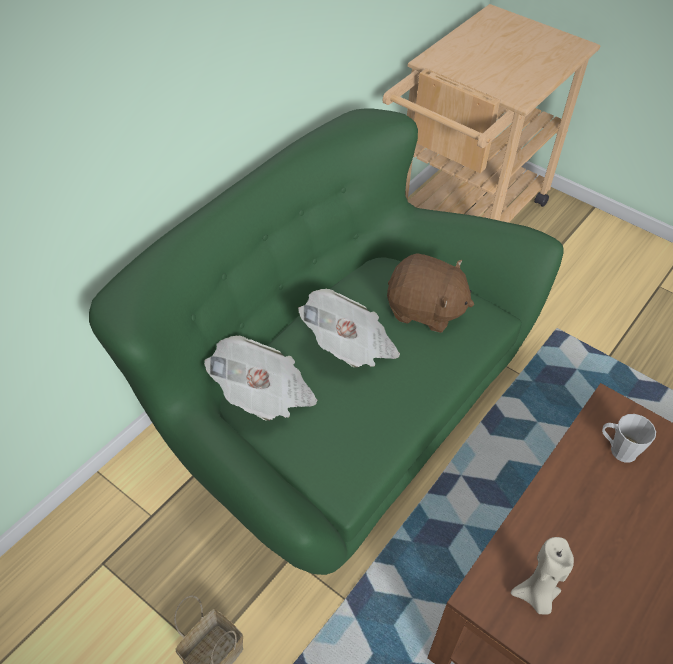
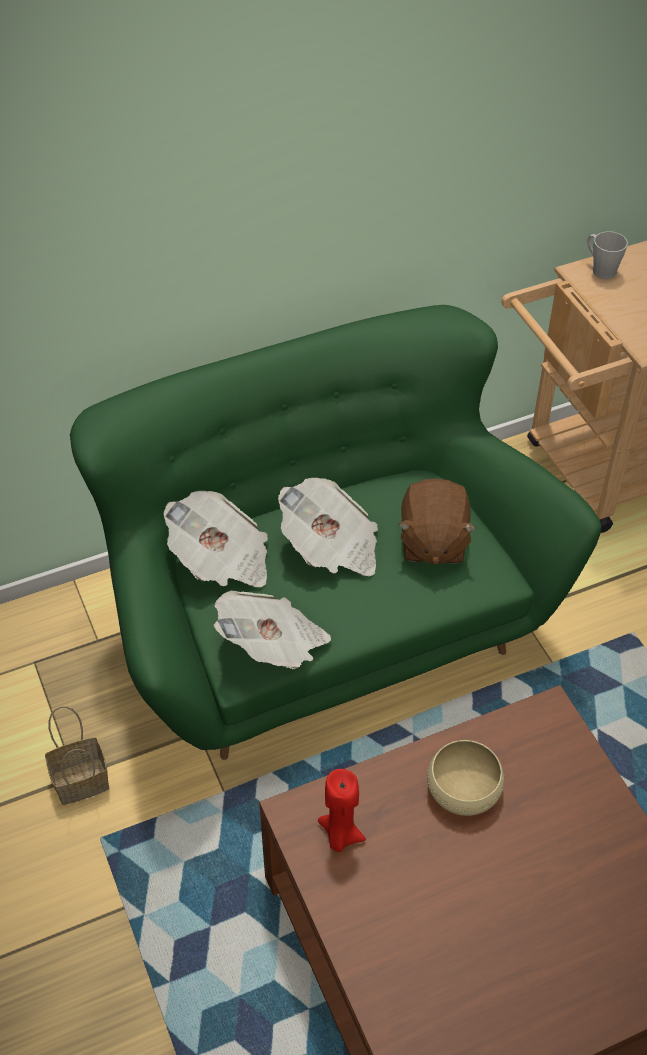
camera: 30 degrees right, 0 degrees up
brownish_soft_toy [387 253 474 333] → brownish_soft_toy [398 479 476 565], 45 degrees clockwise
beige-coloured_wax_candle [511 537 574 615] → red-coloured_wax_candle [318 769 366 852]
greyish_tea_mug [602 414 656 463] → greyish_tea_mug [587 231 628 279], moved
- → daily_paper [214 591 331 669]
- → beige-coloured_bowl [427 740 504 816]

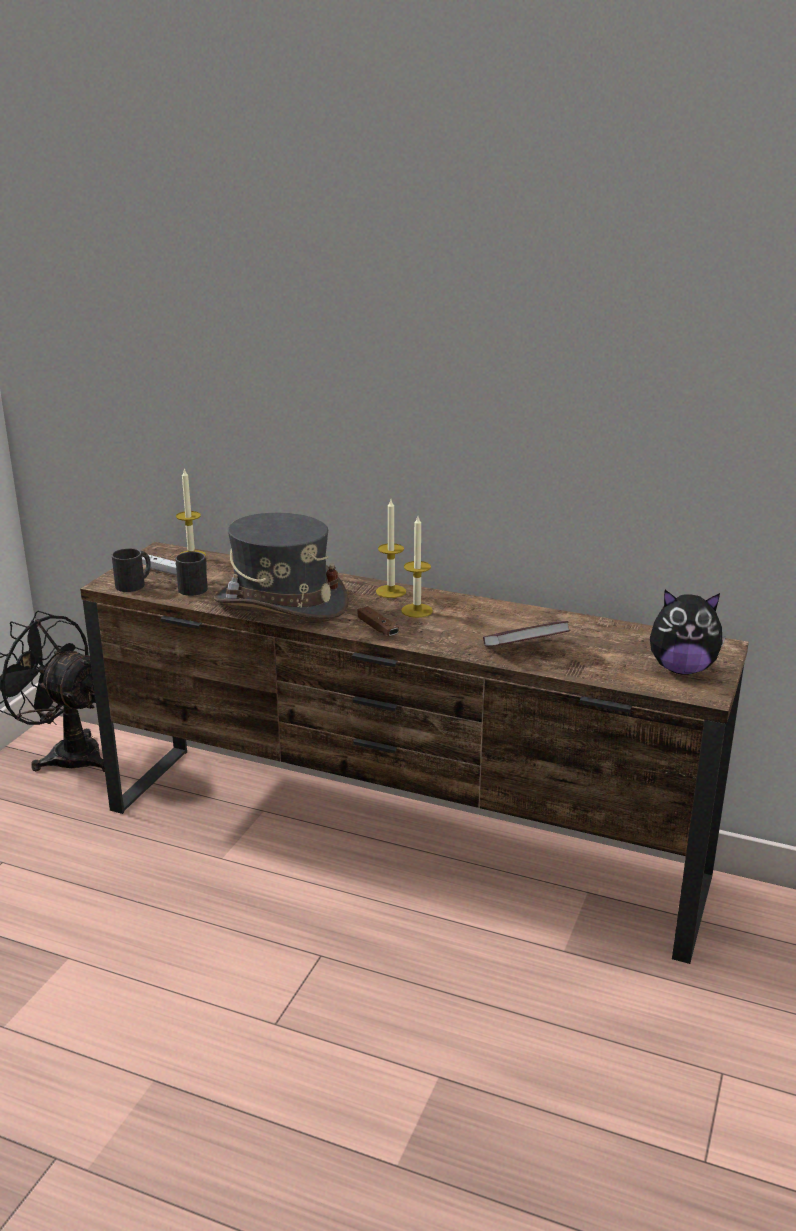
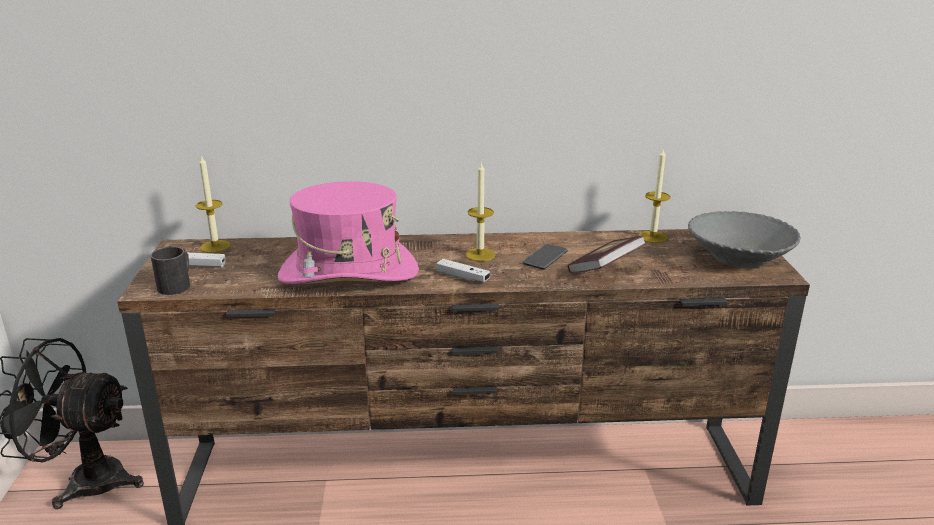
camera: 25 degrees left, 0 degrees up
black-coloured_tea_mug [175 552 208 596] → -
greyish_clothing_hat [214 513 349 619] → pinkish_clothing_hat [278 181 419 284]
brownish_gamepad [357 606 399 636] → white-coloured_gamepad [436 259 490 282]
wax_candle [376 500 406 598] → wax_candle [639 149 670 243], moved
soft_toy [650 590 726 675] → greyish_bowl [688 211 801 267]
- → phone [523 244 568 269]

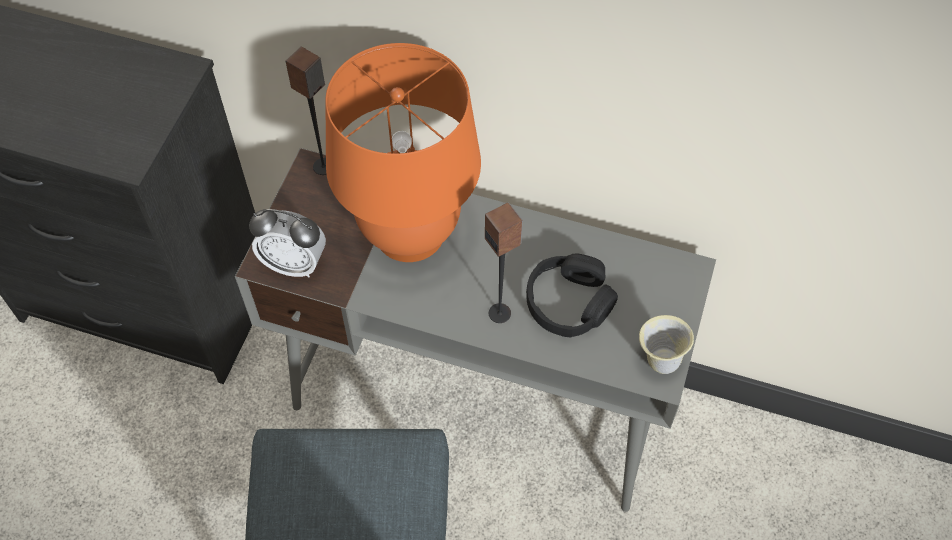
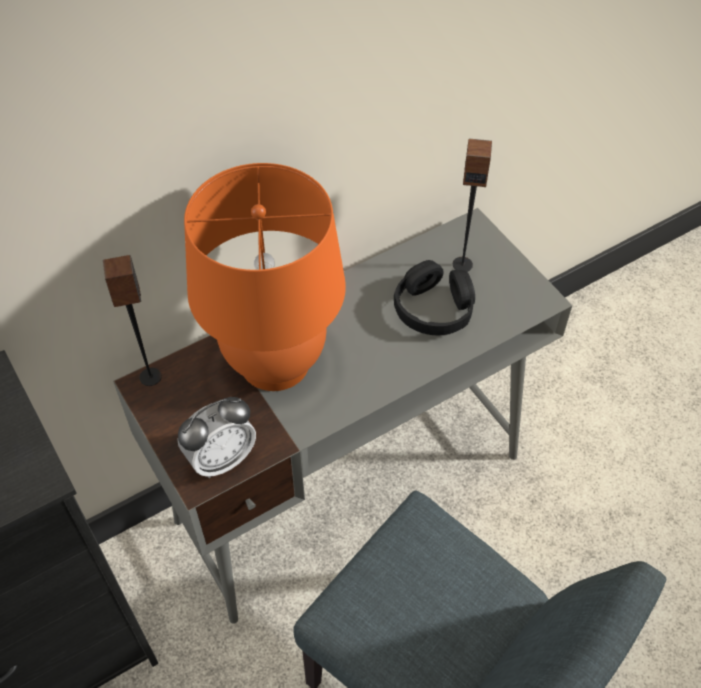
camera: 50 degrees left, 5 degrees down
speaker [485 202 523 323] → speaker [453 139 492 272], moved
beige-coloured_tea_mug [639 315 694 374] → -

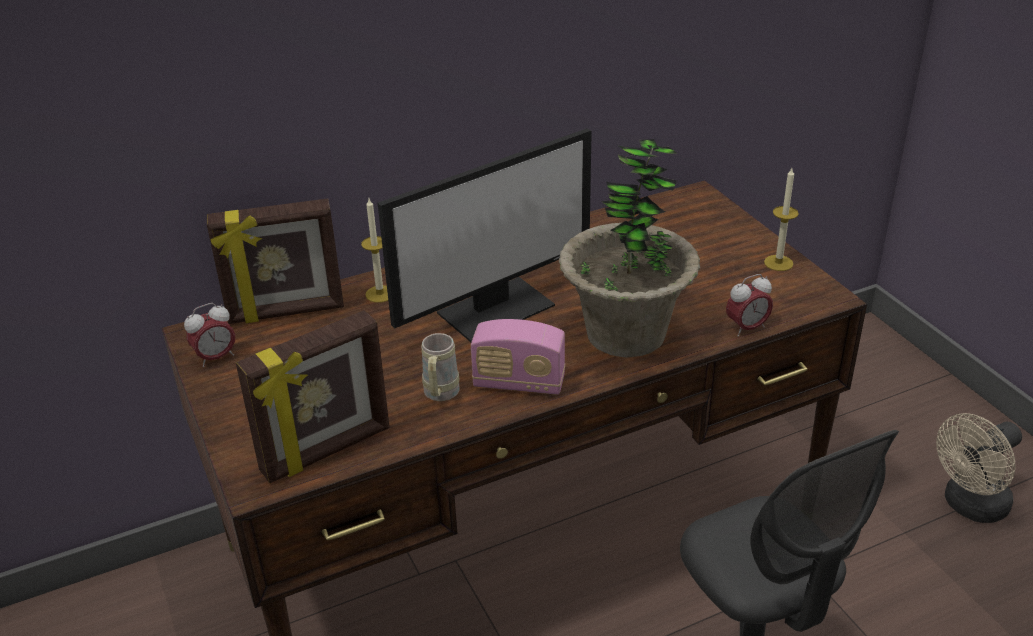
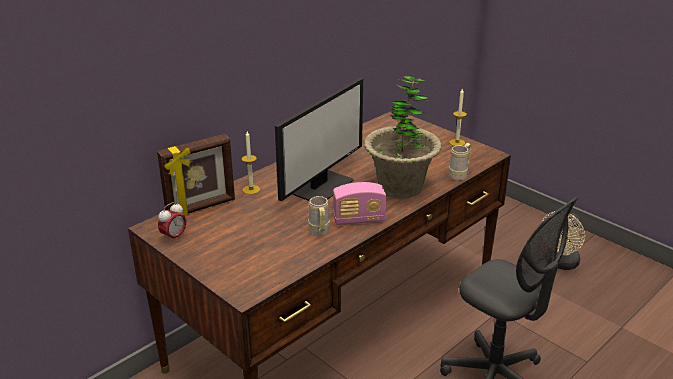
camera: 20 degrees left, 5 degrees down
photo_frame [236 310 390 483] → -
table_clock [726 274 773 336] → beige-coloured_tea_mug [448 143 471 181]

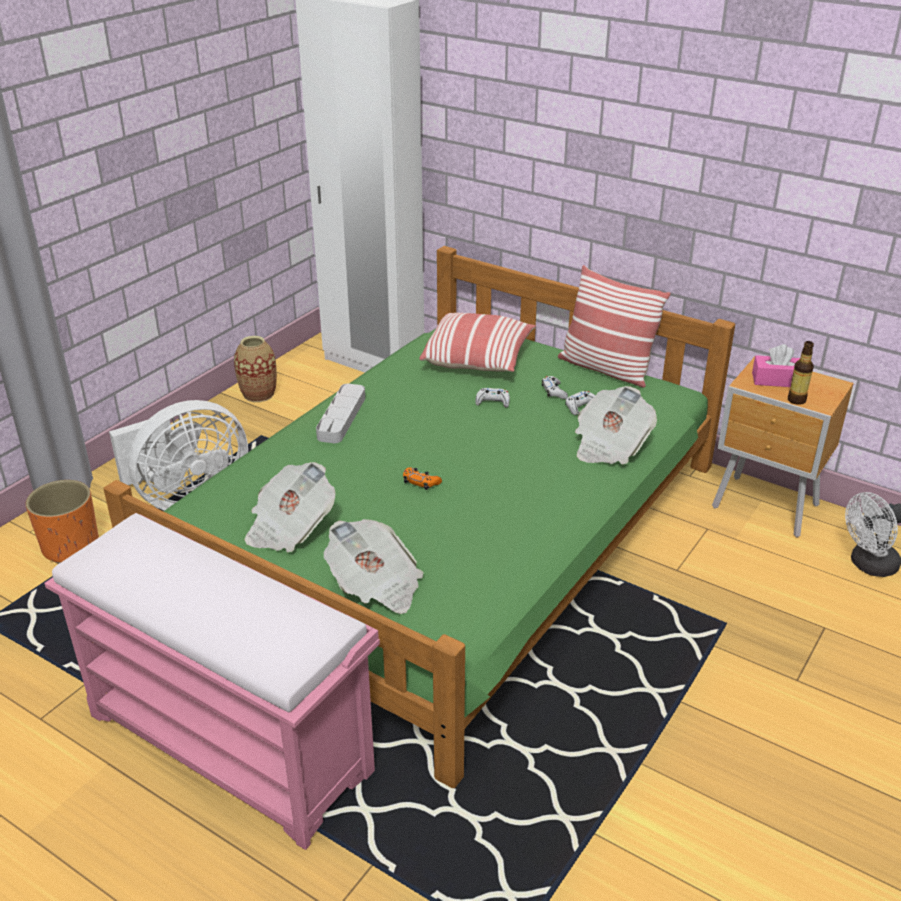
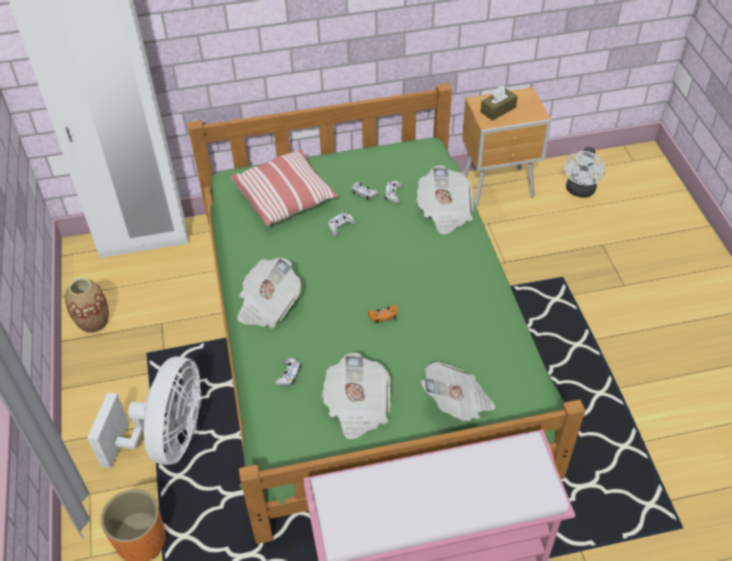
camera: 45 degrees left, 15 degrees up
greyish_serving_tray [316 384 365 443] → daily_paper [237 258 301 328]
cushion [558 265 671 388] → -
pinkish_tissue_box [752 344 800 387] → brownish_tissue_box [480 86 518 121]
bottle [788 341 814 405] → -
- → white-coloured_gamepad [275 358 301 385]

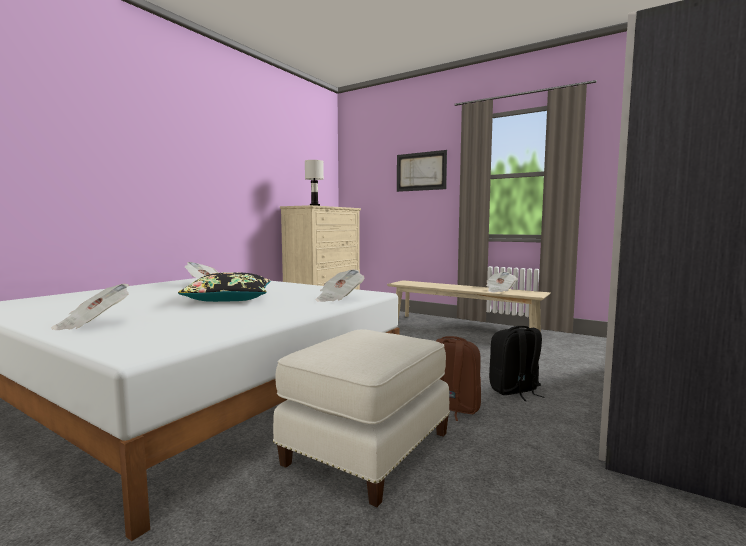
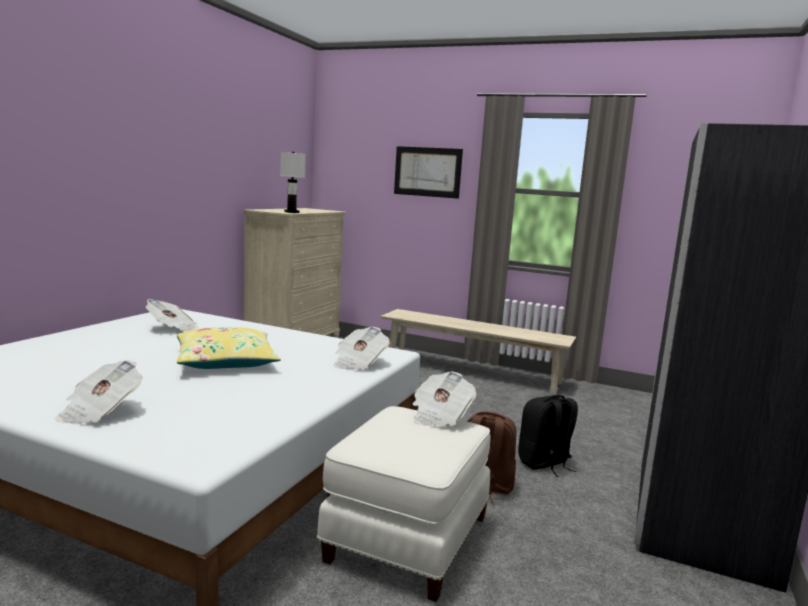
camera: 10 degrees left, 5 degrees up
black-coloured_cushion [178 272 271 302] → yellowish_cushion [177 327 281 369]
daily_paper [486 272 517 292] → daily_paper [413 372 476 426], moved

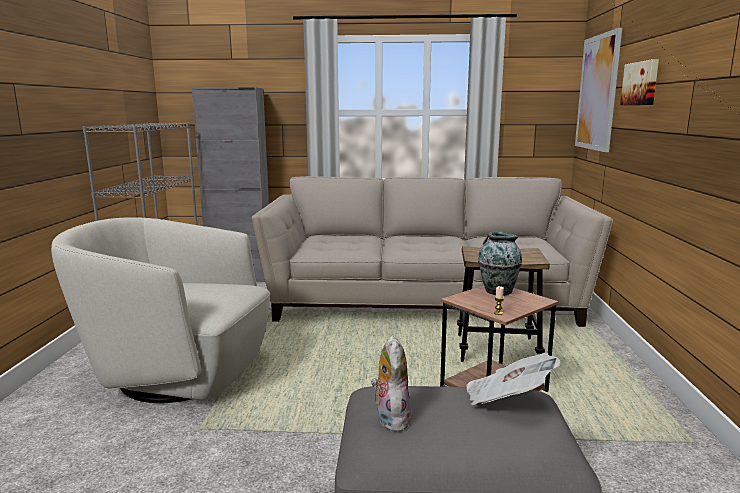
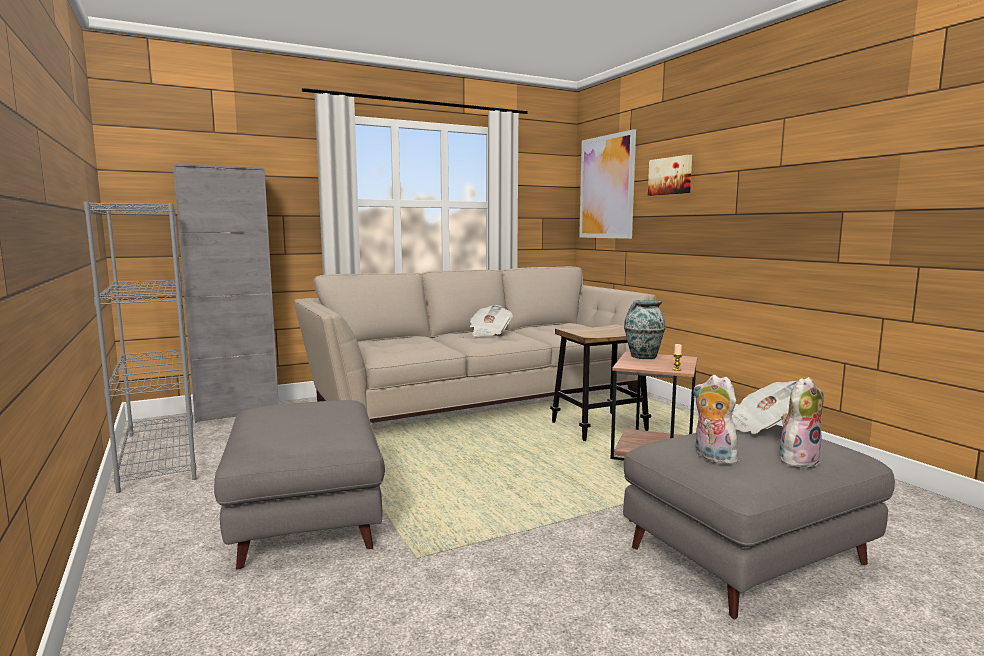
camera: 30 degrees left, 5 degrees down
beige-coloured_lounge_chair [51 217 270 403] → greyish_ottoman [214 400 385 570]
- → daily_paper [470 305 513 337]
- → soft_toy [779 377 824 467]

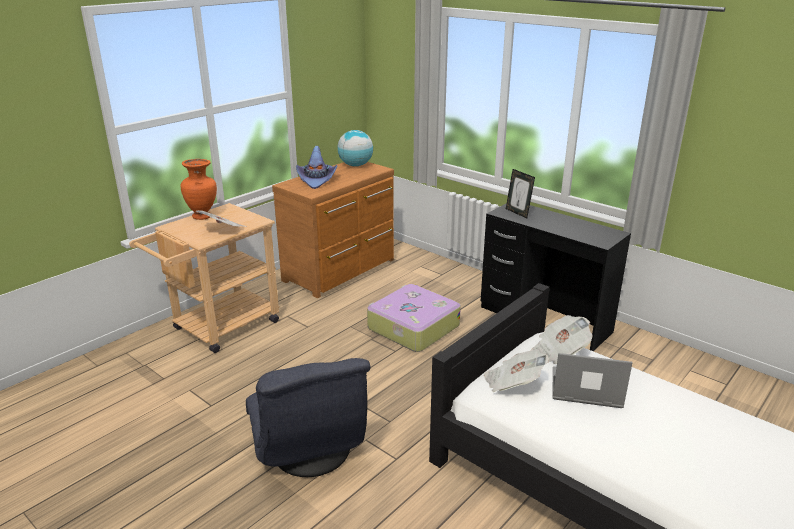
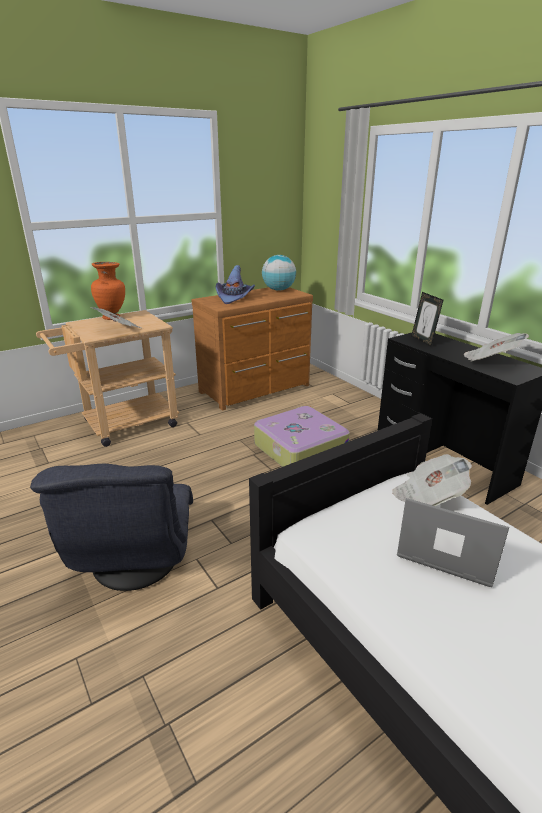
camera: 15 degrees right, 0 degrees up
daily_paper [484 349 549 392] → daily_paper [464 333 529 362], moved

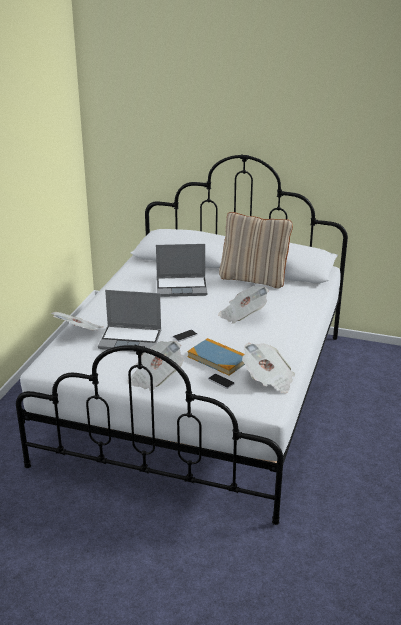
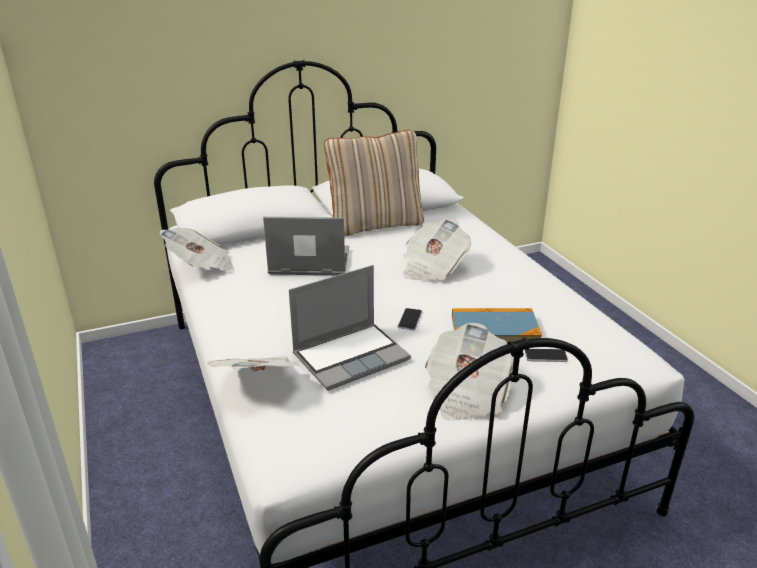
camera: 40 degrees left, 0 degrees up
laptop [156 244 207 297] → laptop [263 217 349 275], 135 degrees counterclockwise
daily_paper [242 343 295 393] → daily_paper [159 228 235 271], moved

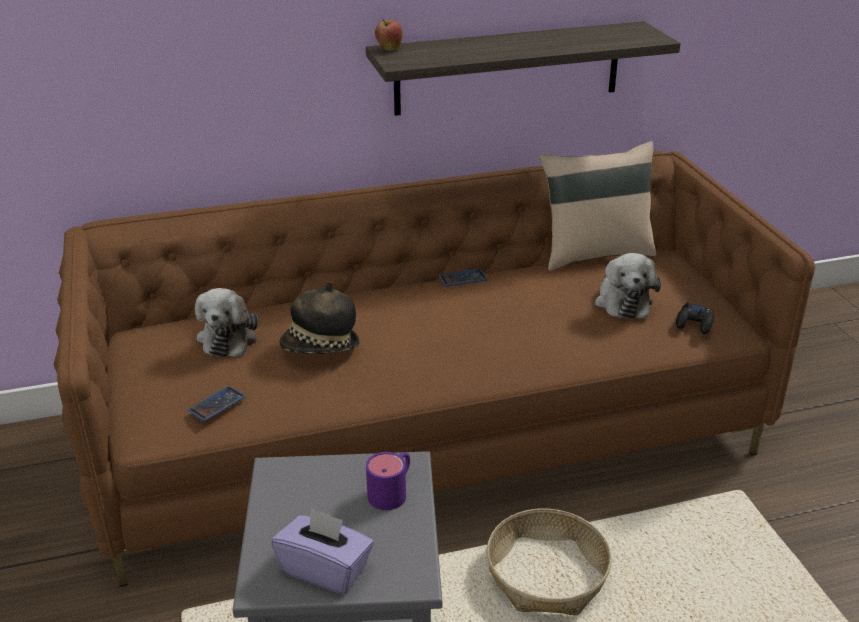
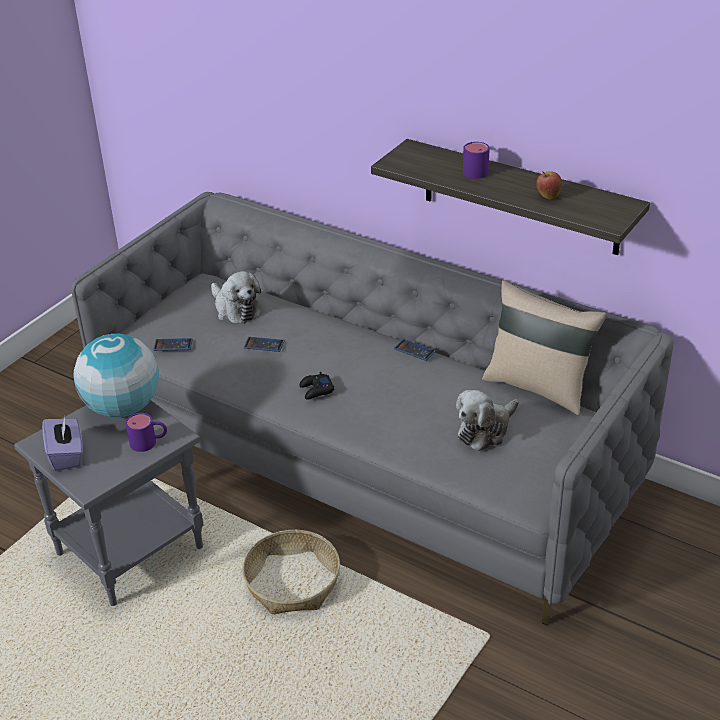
camera: 50 degrees right, 5 degrees up
brownish_settee [53 151 815 587] → greyish_settee [71 192 674 625]
soft_toy [195 288 258 357] → soft_toy [211 271 261 324], 90 degrees counterclockwise
clothing_hat [279 281 359 354] → phone [244 337 284 352]
whole_apple [375 20 403 51] → whole_apple [536 171 562 199], moved
black-coloured_gamepad [676 302 715 334] → black-coloured_gamepad [300 372 334 400], moved
- → desk_globe [73 334 159 417]
- → purplish_tea_mug [463 142 490 179]

